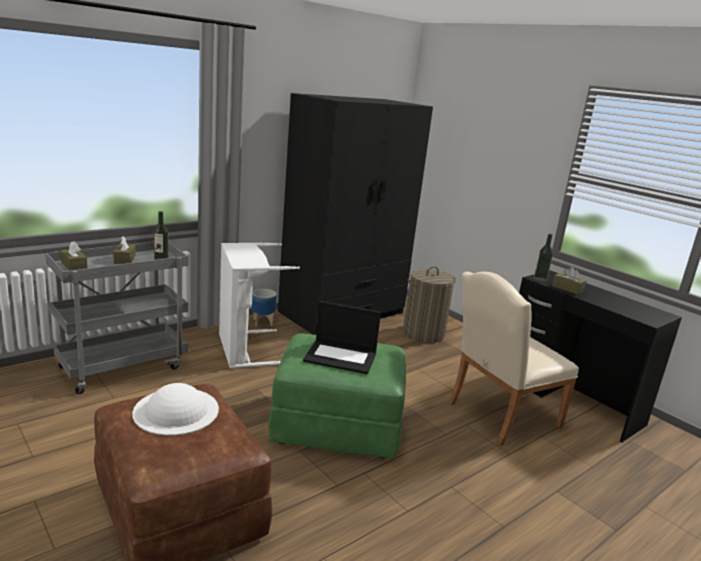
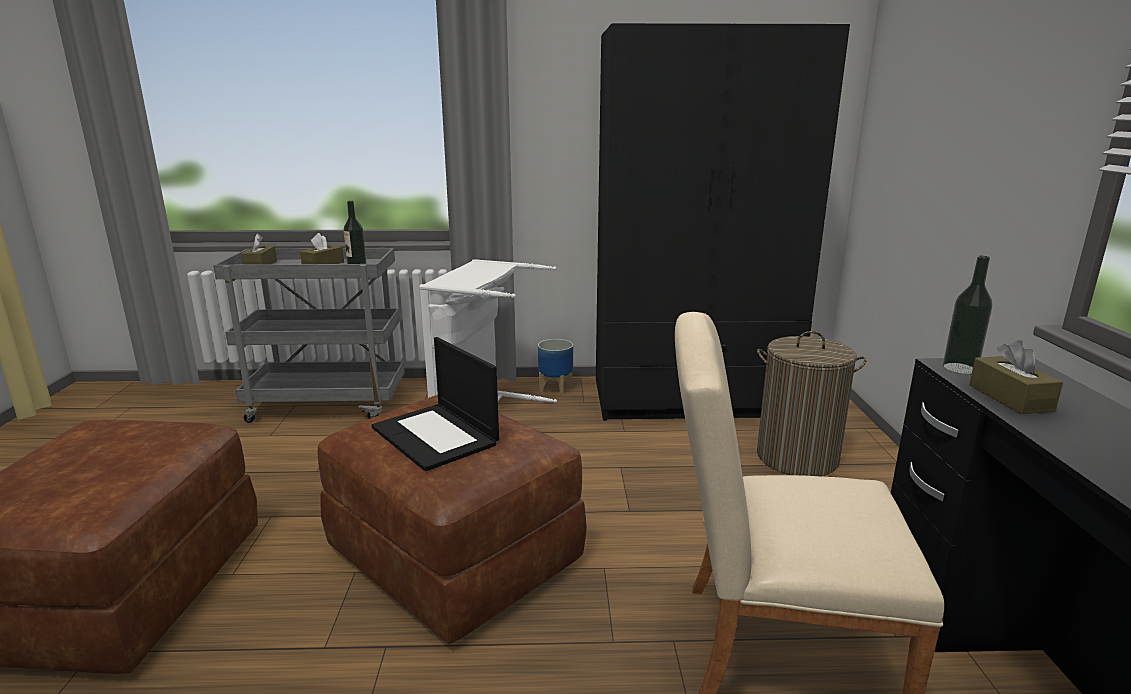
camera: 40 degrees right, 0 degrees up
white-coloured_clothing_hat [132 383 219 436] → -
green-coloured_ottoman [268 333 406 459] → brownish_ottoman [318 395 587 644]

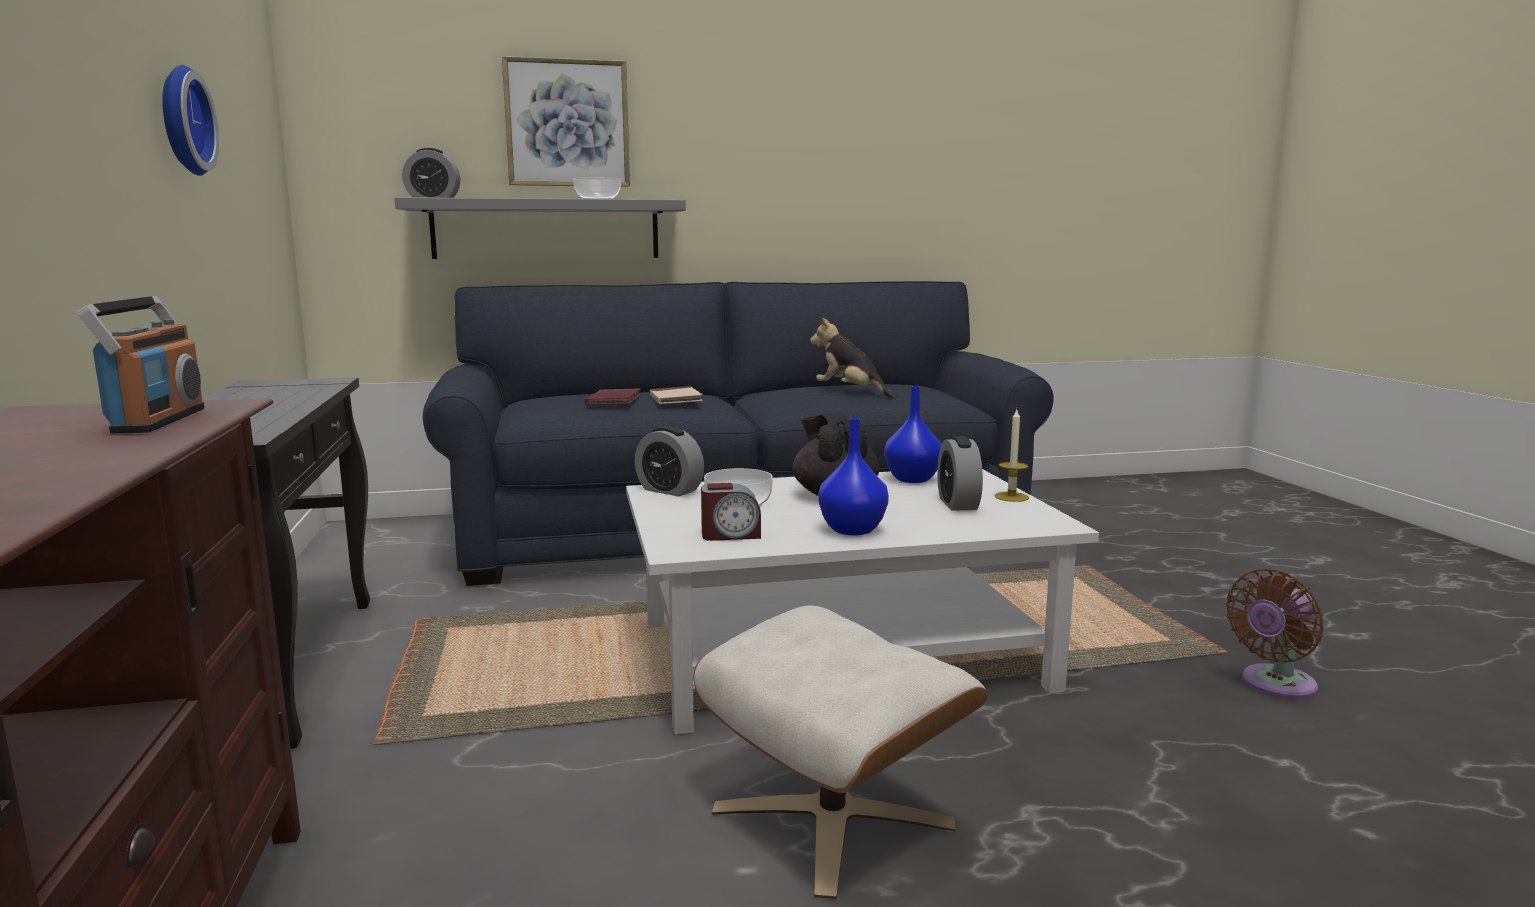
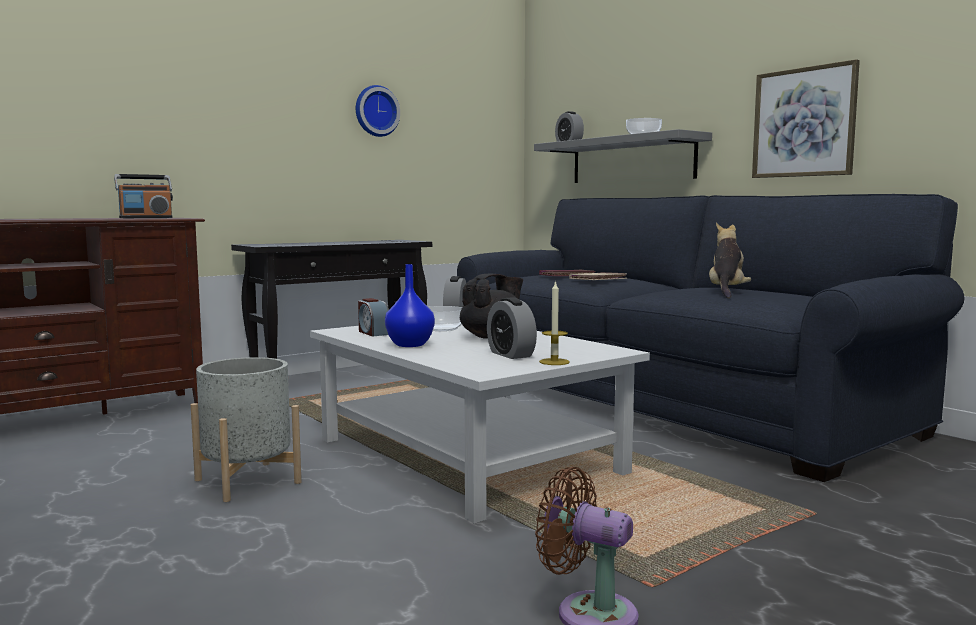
camera: 65 degrees right, 5 degrees down
wall_art [502 56 630 187] → wall_art [752 59 860 178], moved
beige-coloured_ottoman [693 606 988 900] → greyish_flower_pot [191 357 301 502]
blue_decorative_vase [884 386 942 483] → -
table_clock [937 436 983 511] → table_clock [487 297 537 359], 90 degrees counterclockwise

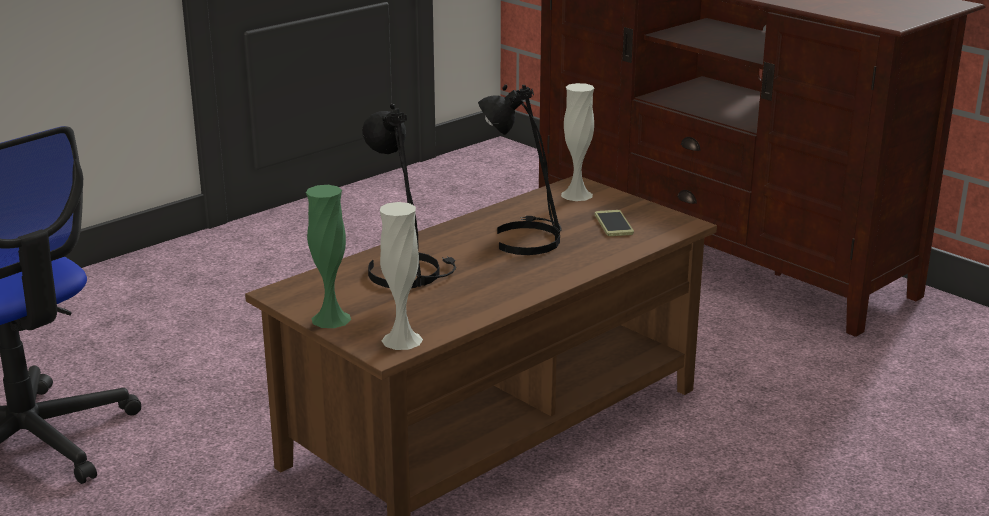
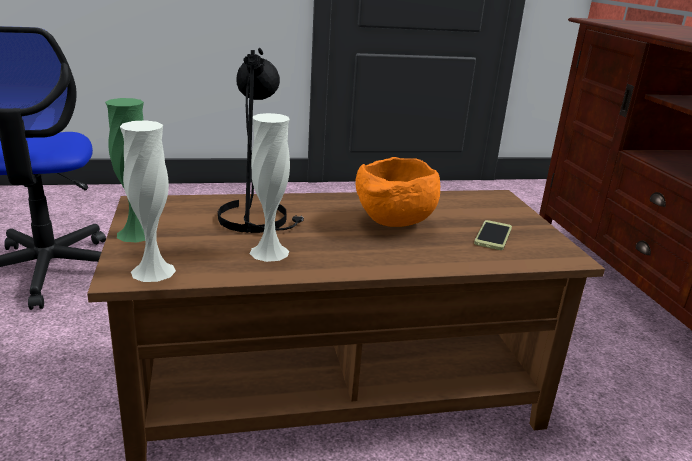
camera: 30 degrees right, 0 degrees up
black-coloured_tabletop_lamp [478 84 562 255] → orange-coloured_bowl [356 157 440 227]
white-coloured_decorative_vase [561 83 594 201] → white-coloured_decorative_vase [250 113 290 262], moved

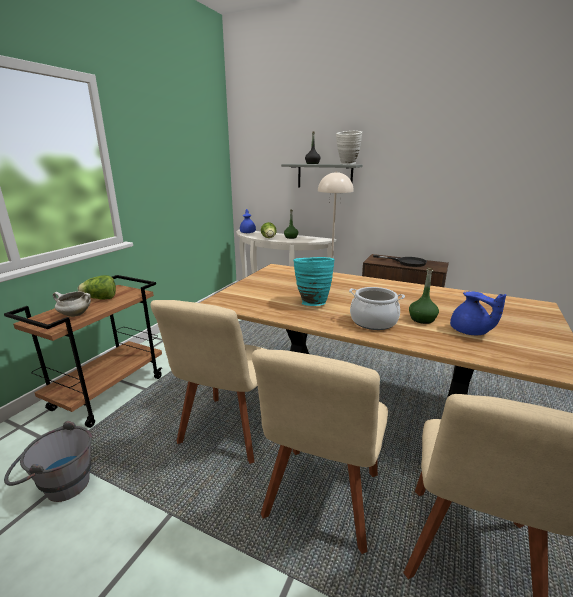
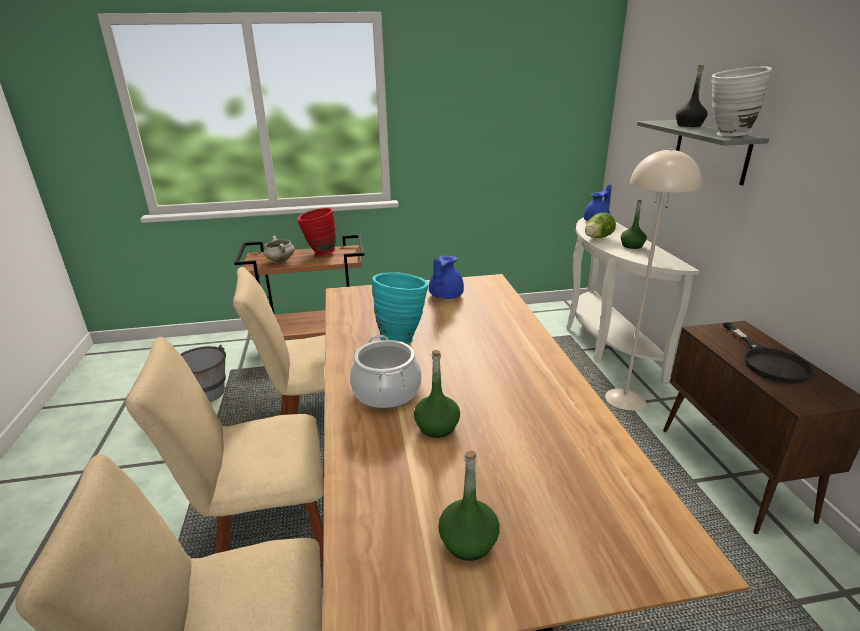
camera: 55 degrees right, 5 degrees up
lettuce [78 275 116 299] → red-coloured_decorative_vase [297 208 336 256]
blue_teapot [450 291 506 335] → blue_teapot [429 255 464 299], moved
- → green-coloured_bottle [438 451 500 561]

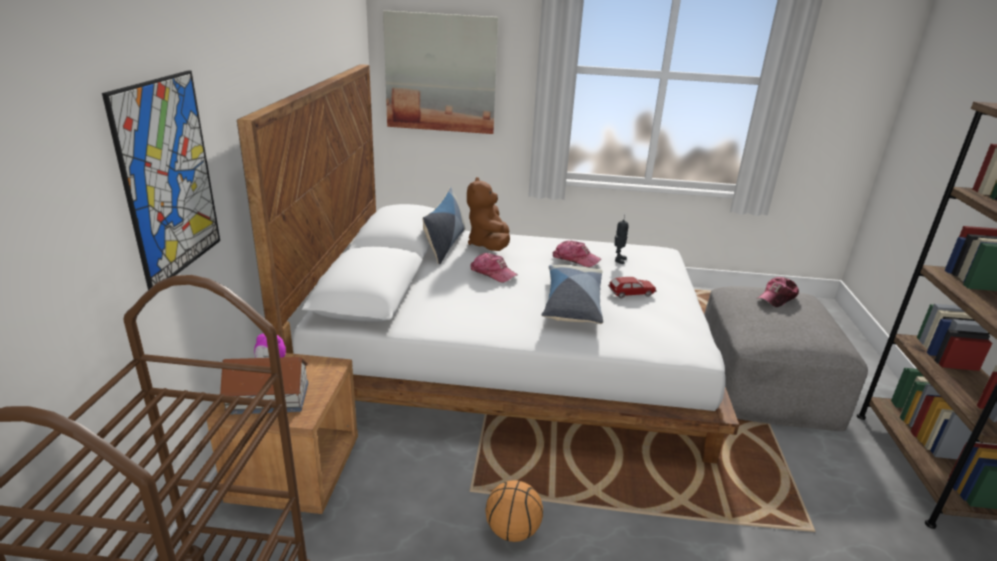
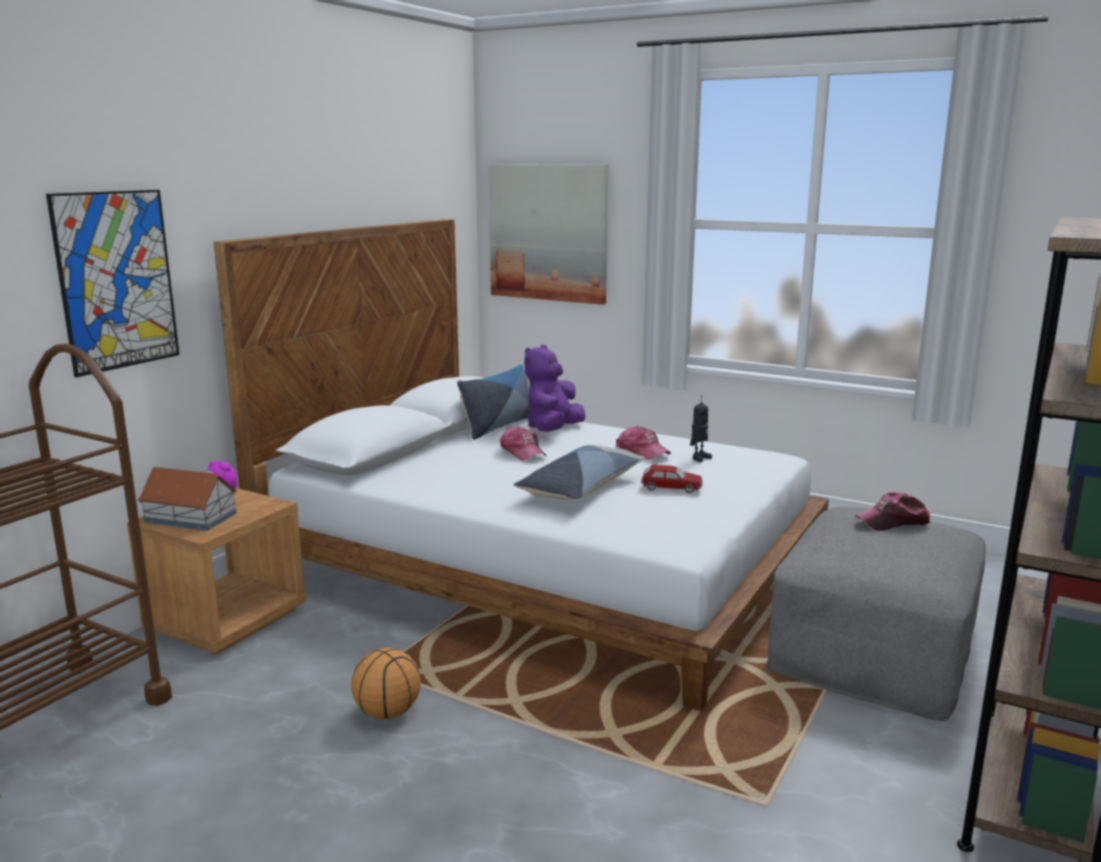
camera: 25 degrees right, 10 degrees down
brownish_soft_toy [467 177 510 251] → purplish_soft_toy [524 345 586 432]

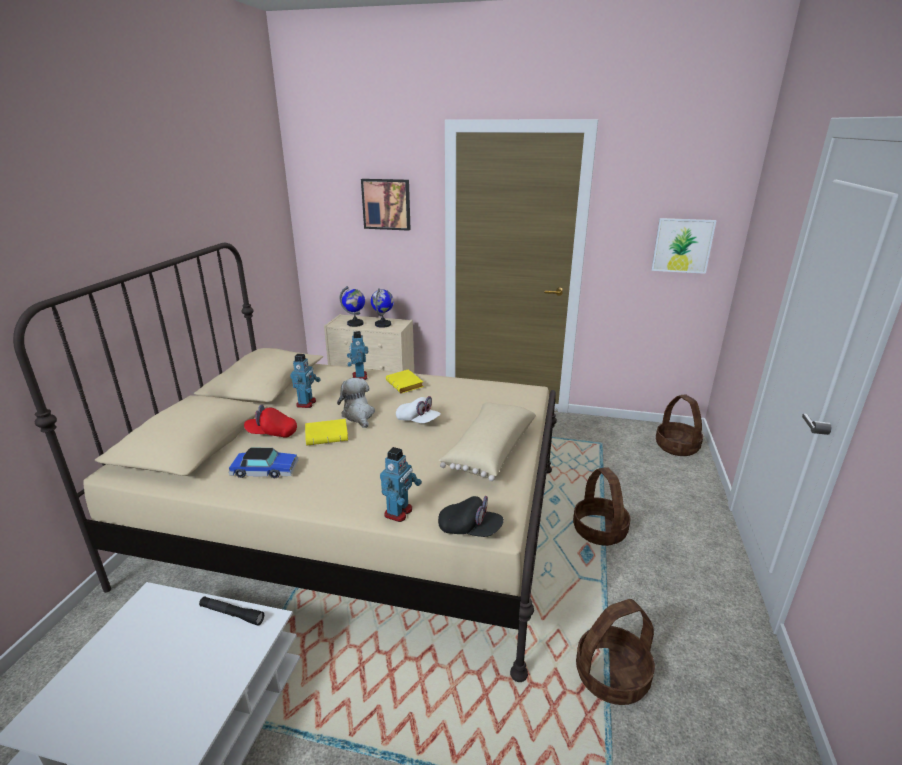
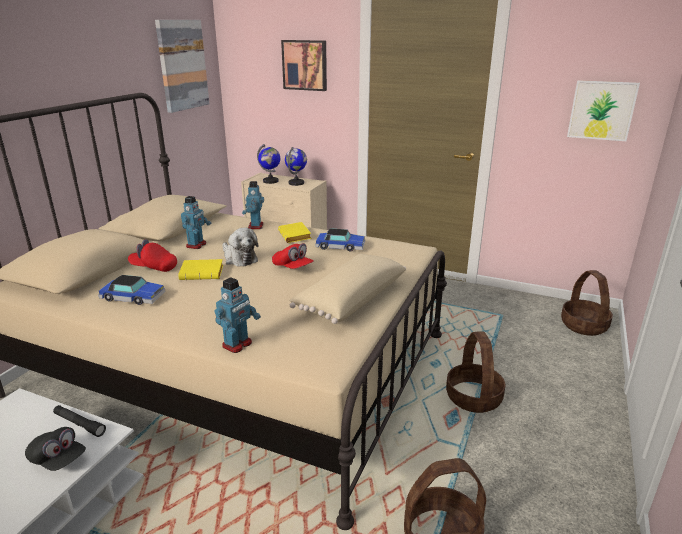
camera: 10 degrees right, 0 degrees up
soft_toy [337 378 375 428] → soft_toy [223 228 258 267], 150 degrees clockwise
white-coloured_baseball_cap [396 396 441 423] → red-coloured_baseball_cap [272 243 314 269]
black-coloured_baseball_cap [438 496 504 537] → black-coloured_baseball_cap [25 427 86 471], moved
- → wall_art [155 20 209 113]
- → miniature_car [315 228 365 251]

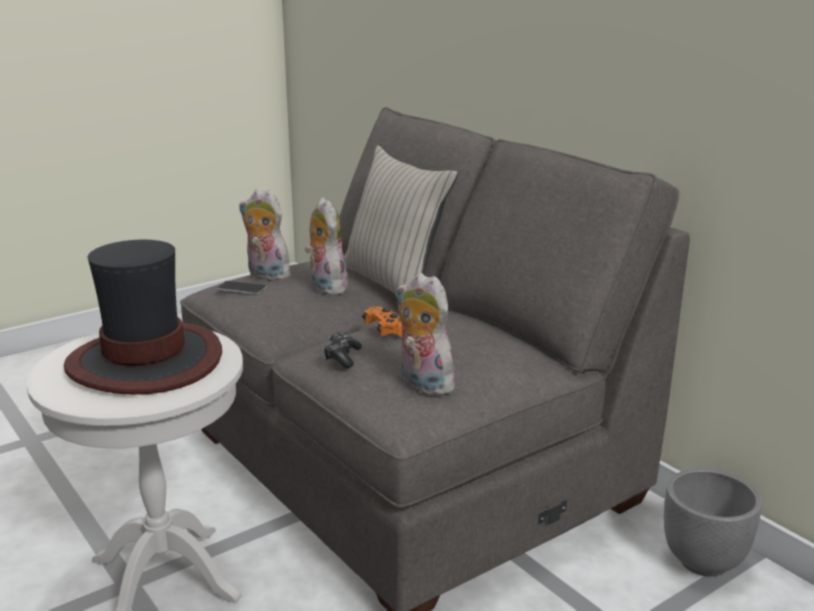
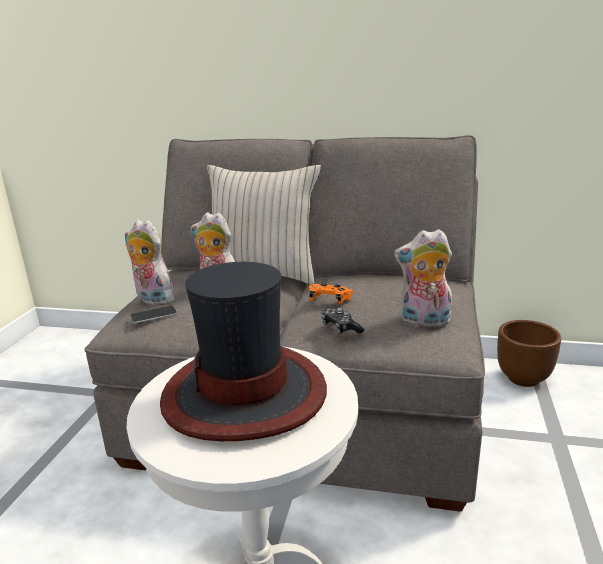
camera: 40 degrees left, 0 degrees up
soft_toy [239 189 294 281] → soft_toy [124 220 174 306], 45 degrees clockwise
greyish_flower_pot [664 468 762 577] → brownish_flower_pot [497 320 561 387]

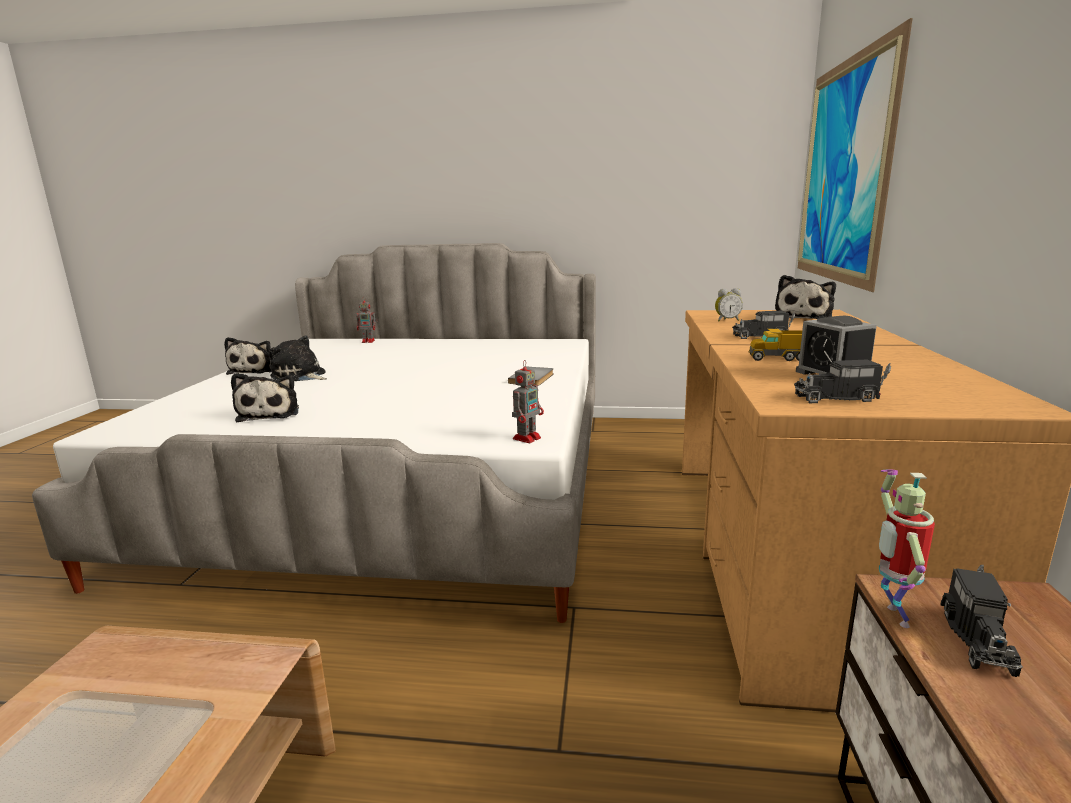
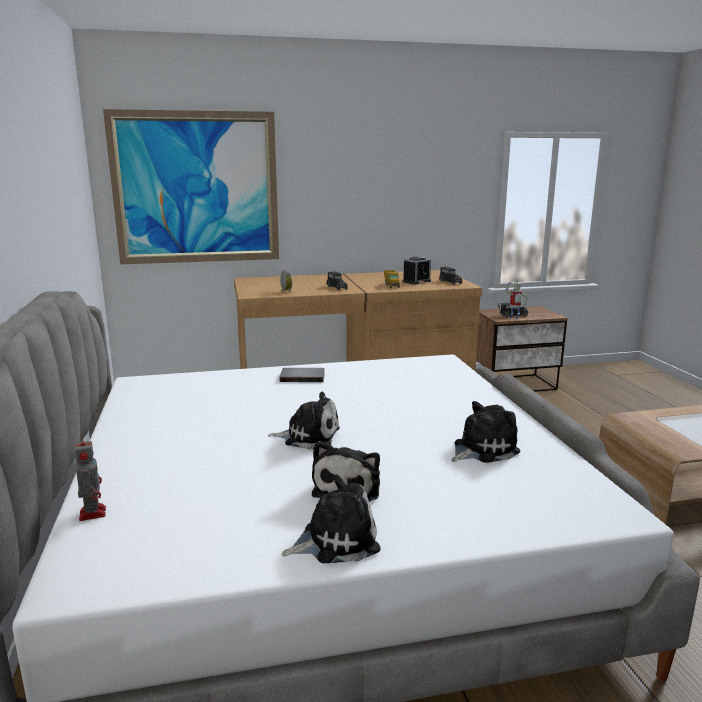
camera: 110 degrees left, 0 degrees up
model_robot [512 360 544 443] → -
soft_toy [775 275 836 319] → soft_toy [268 392 340 450], moved

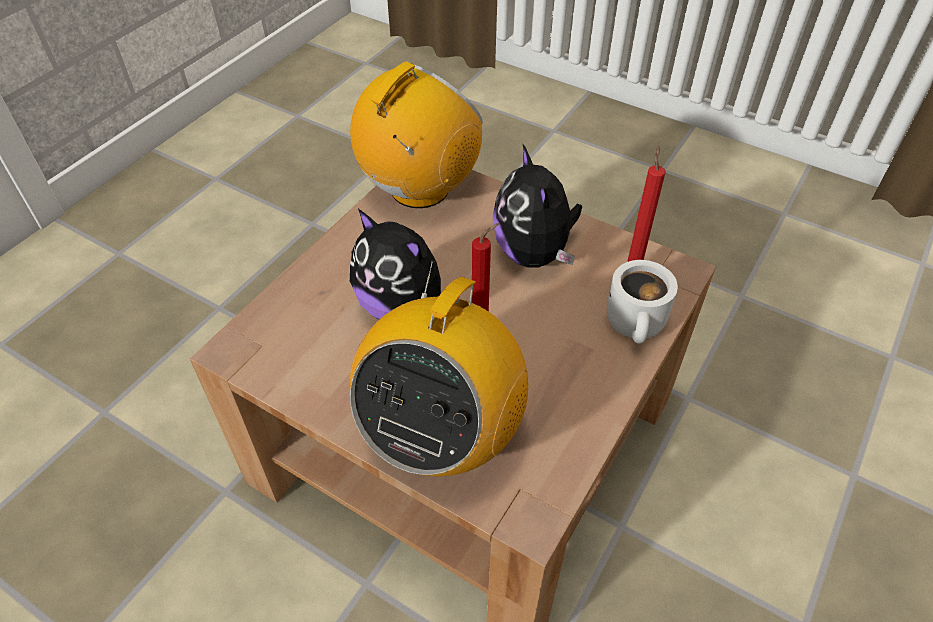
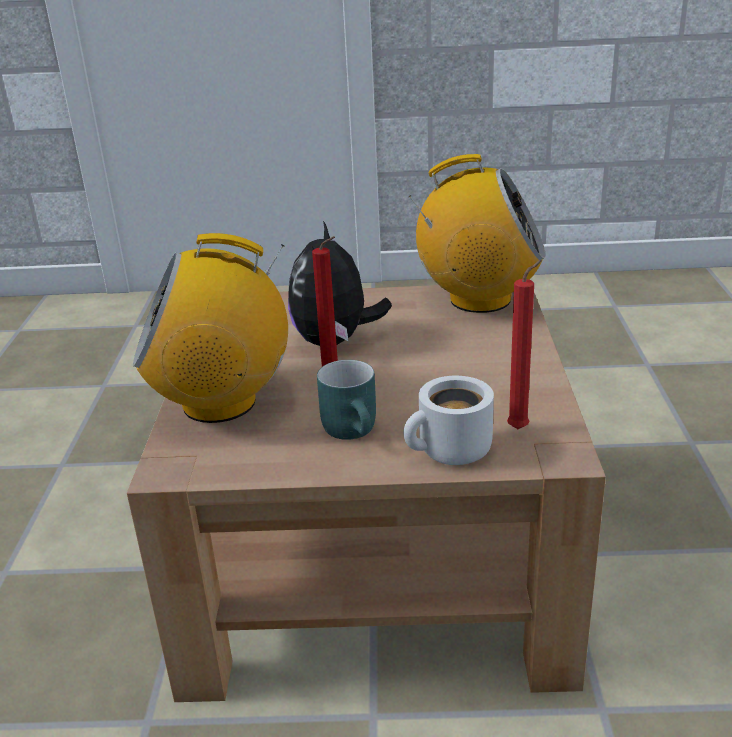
camera: 60 degrees right, 20 degrees down
soft_toy [492 145 582 268] → -
- → turquoise_tea_mug [317 360 376 440]

